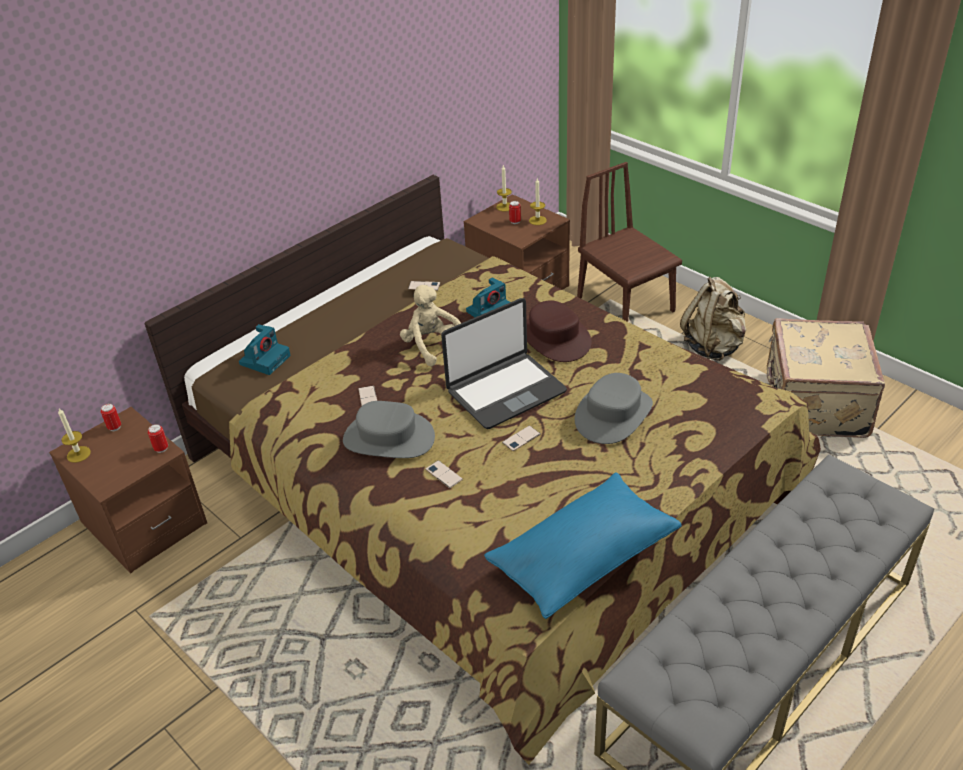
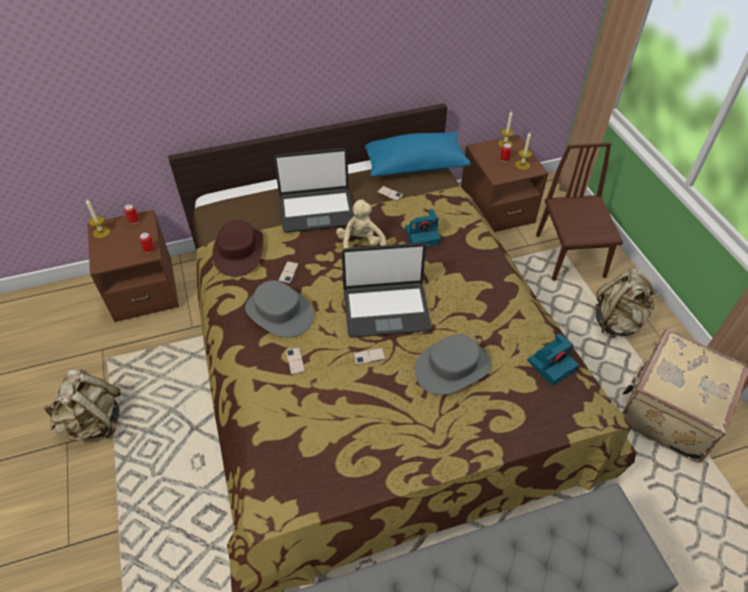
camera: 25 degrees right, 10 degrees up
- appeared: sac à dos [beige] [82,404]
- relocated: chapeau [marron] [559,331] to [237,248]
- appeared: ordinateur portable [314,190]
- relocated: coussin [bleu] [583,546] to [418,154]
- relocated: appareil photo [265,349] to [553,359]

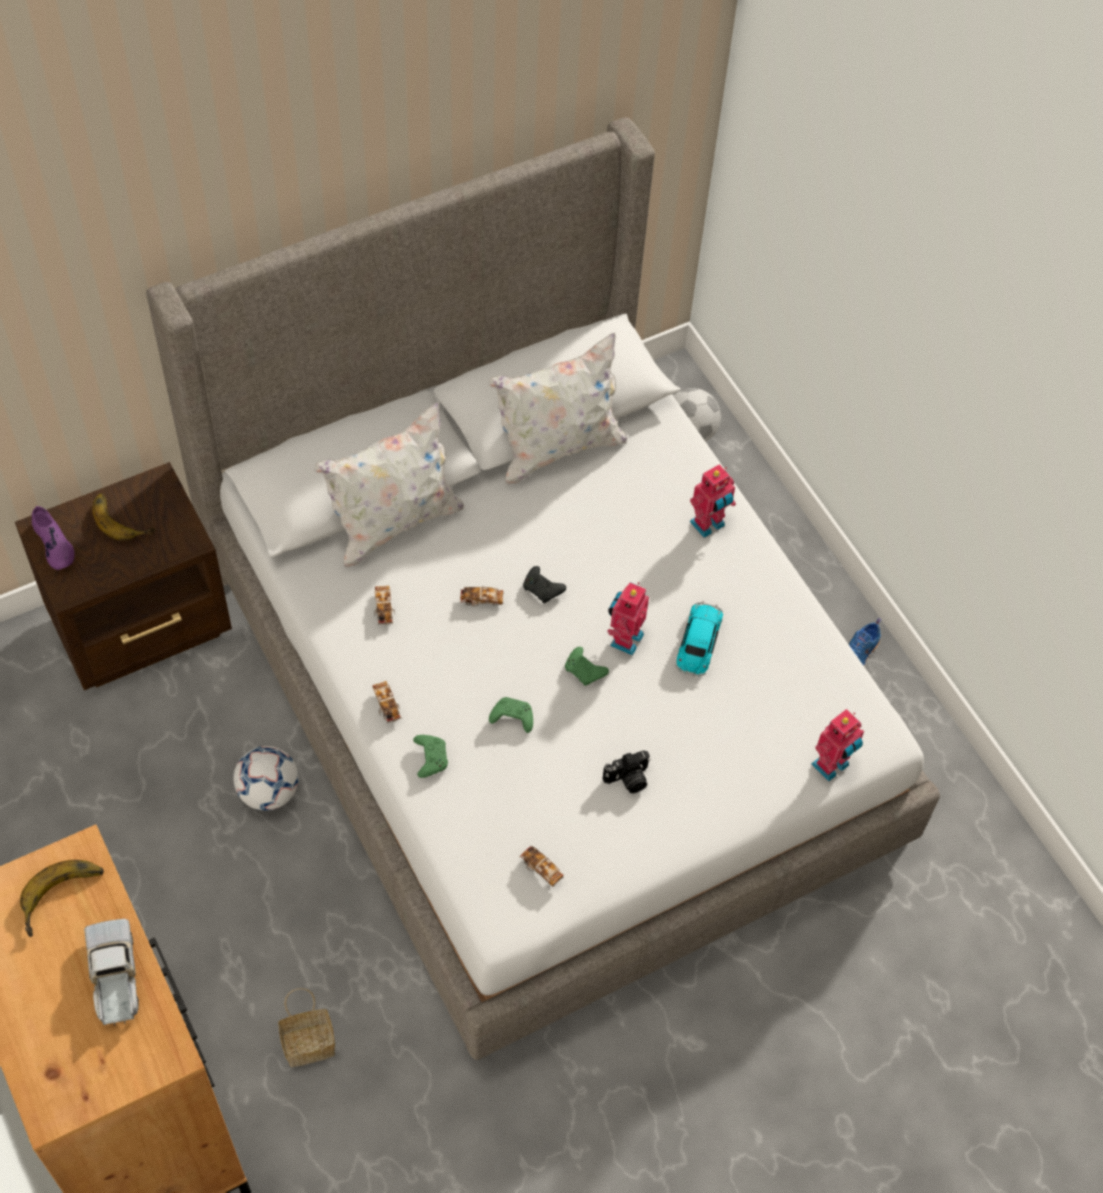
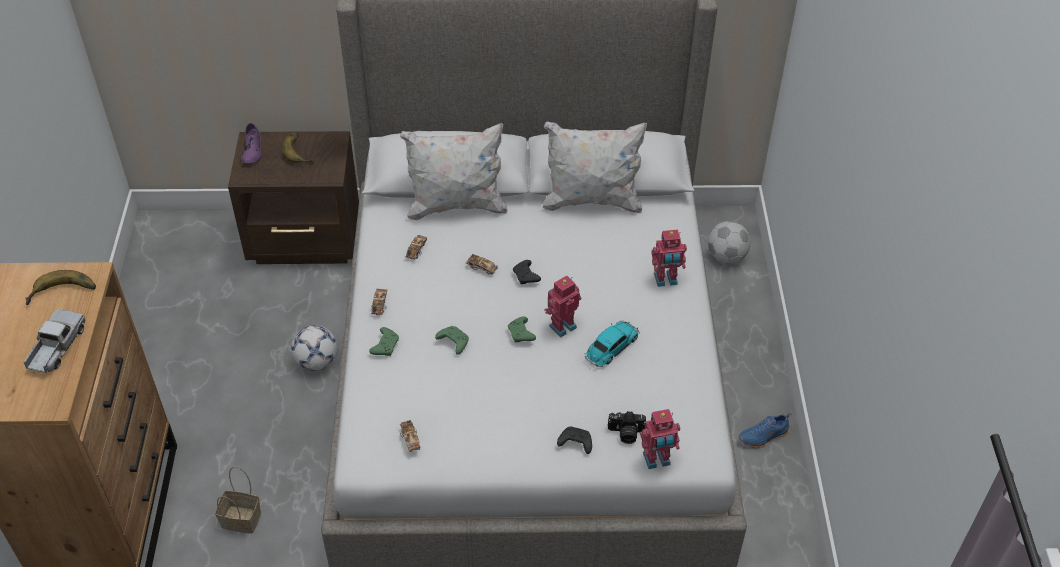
camera: 30 degrees right, 10 degrees down
- appeared: manette [noir] [574,440]
- relocated: appareil photo [626,771] to [627,427]

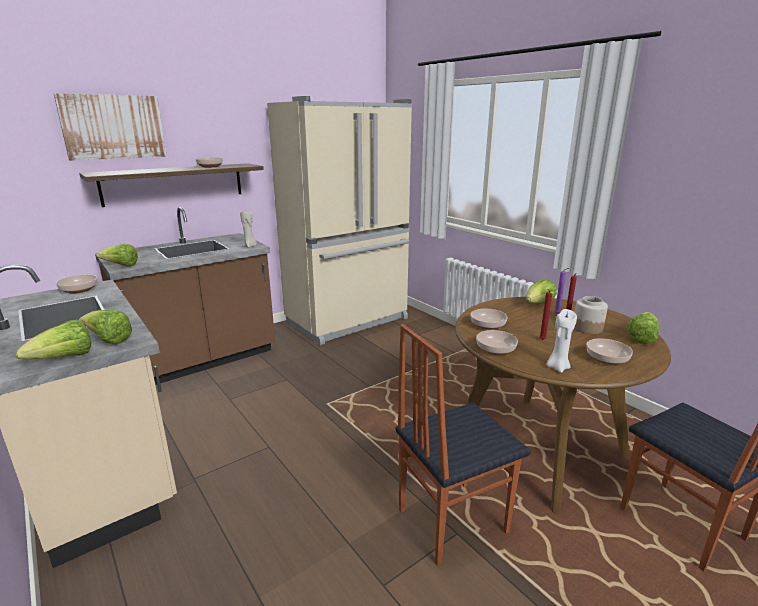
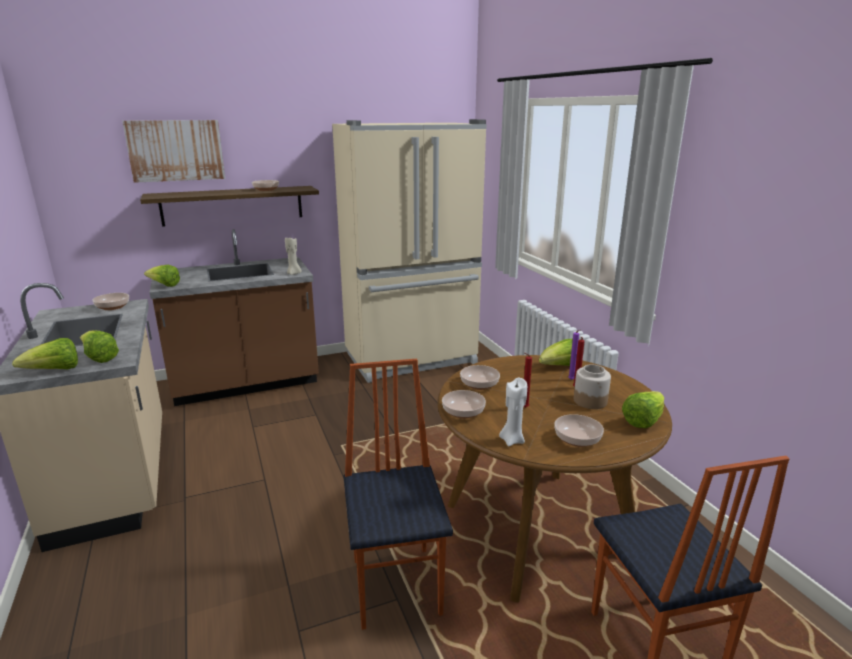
camera: 15 degrees right, 0 degrees up
- spun: chaise [463,445] = [398,494] 90 degrees clockwise

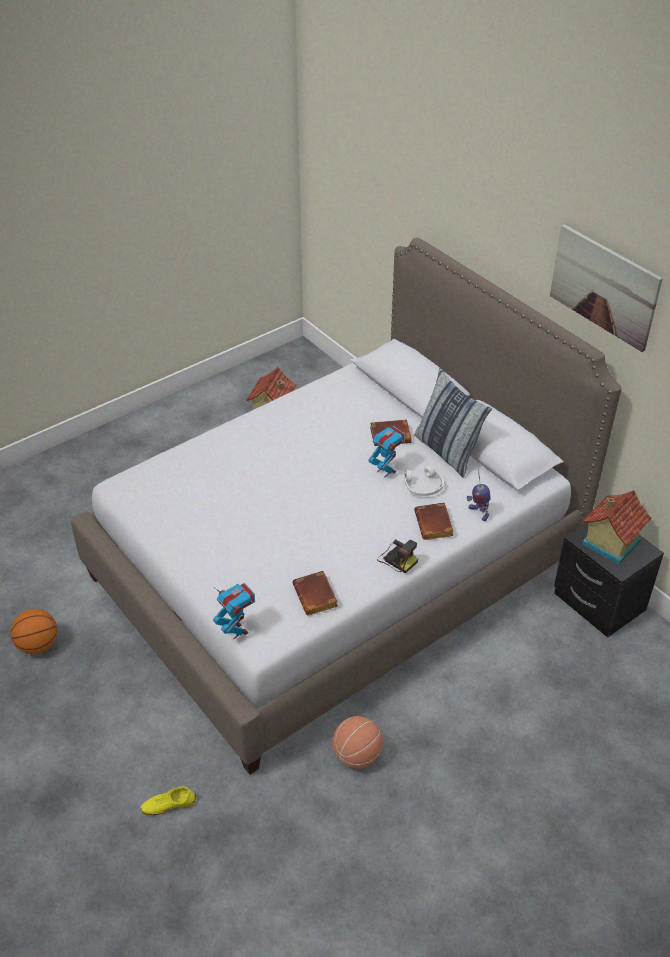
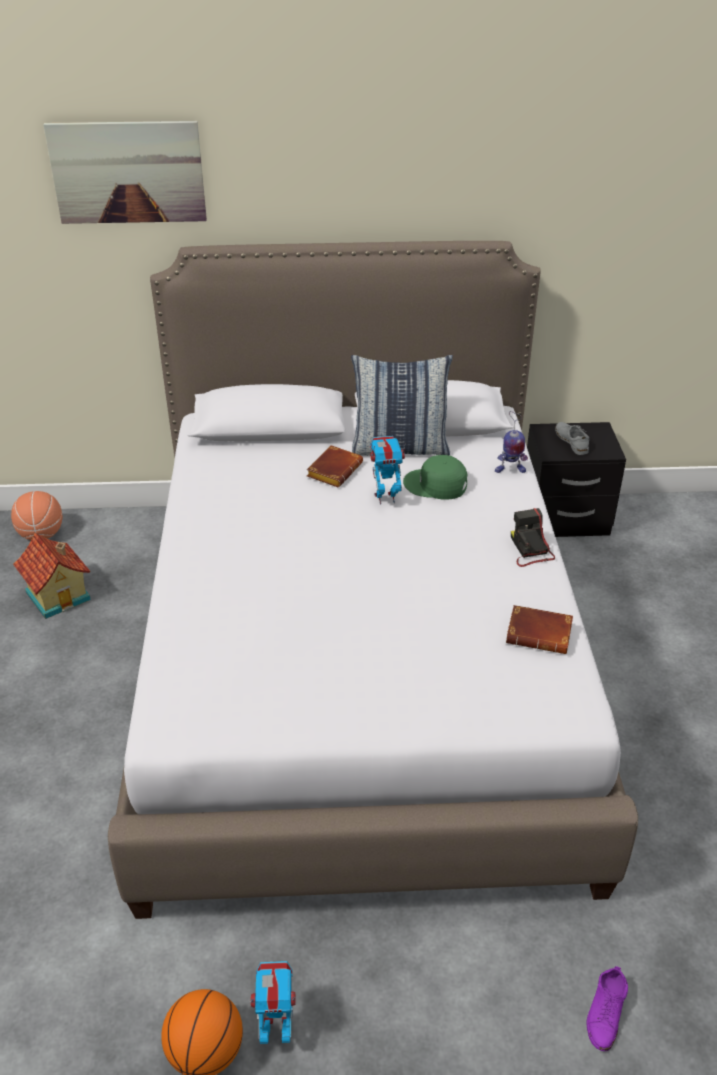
camera: 55 degrees left, 5 degrees down
- relocated: ballon de basket [357,742] to [36,515]
- relocated: tableau [606,288] to [125,172]
- relocated: robot jouet [234,611] to [273,1002]
- exchanged: casque audio [blanc] [424,480] to casquette [vert] [435,477]
- spun: appareil photo [397,556] = [533,537] 90 degrees counterclockwise
- exchanged: maison miniature [617,527] to chaussure [gris] [572,438]
- colour: chaussure [jaune] [169,801] to chaussure [violet] [607,1008]
- missing: livre [marron] [434,521]

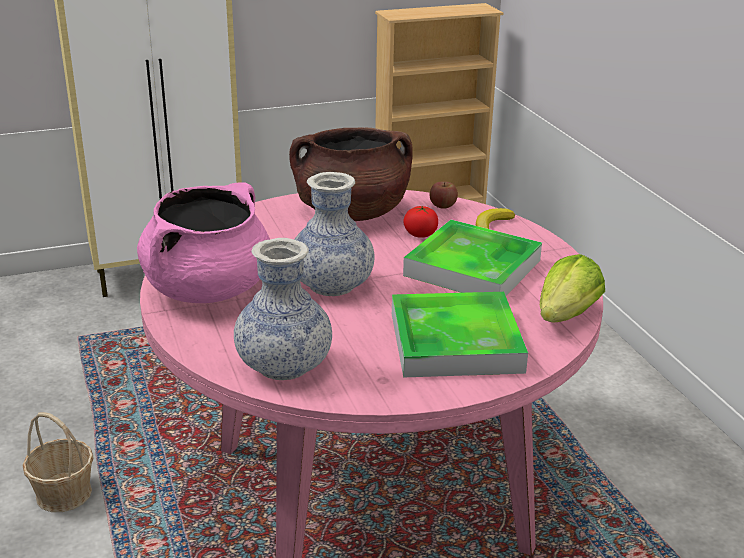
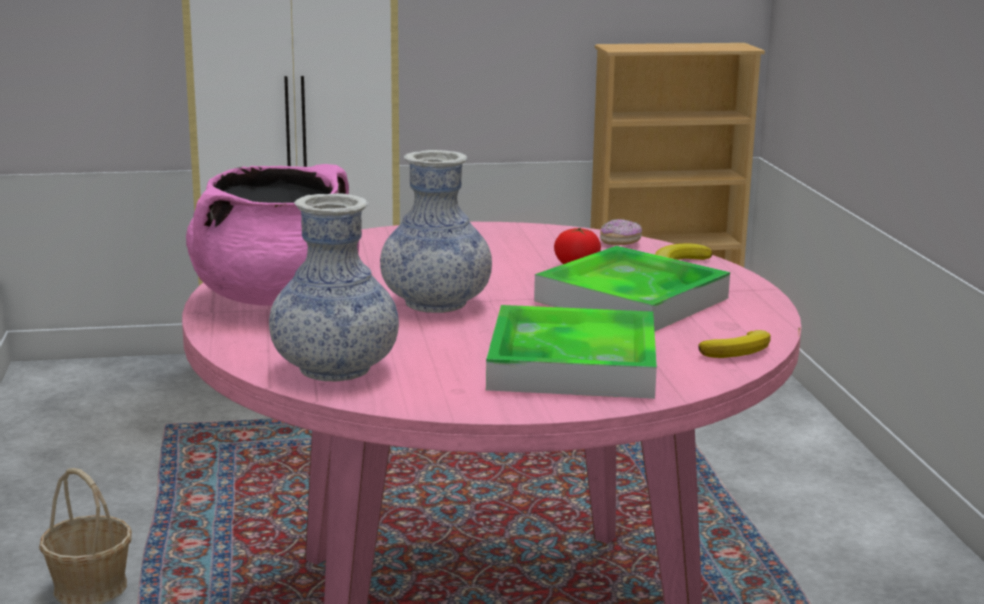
camera: 10 degrees right, 10 degrees down
- exchanged: pomme [444,195] to beignet [621,232]
- exchanged: laitue [572,288] to banane [735,344]
- missing: marmite [marron] [351,174]

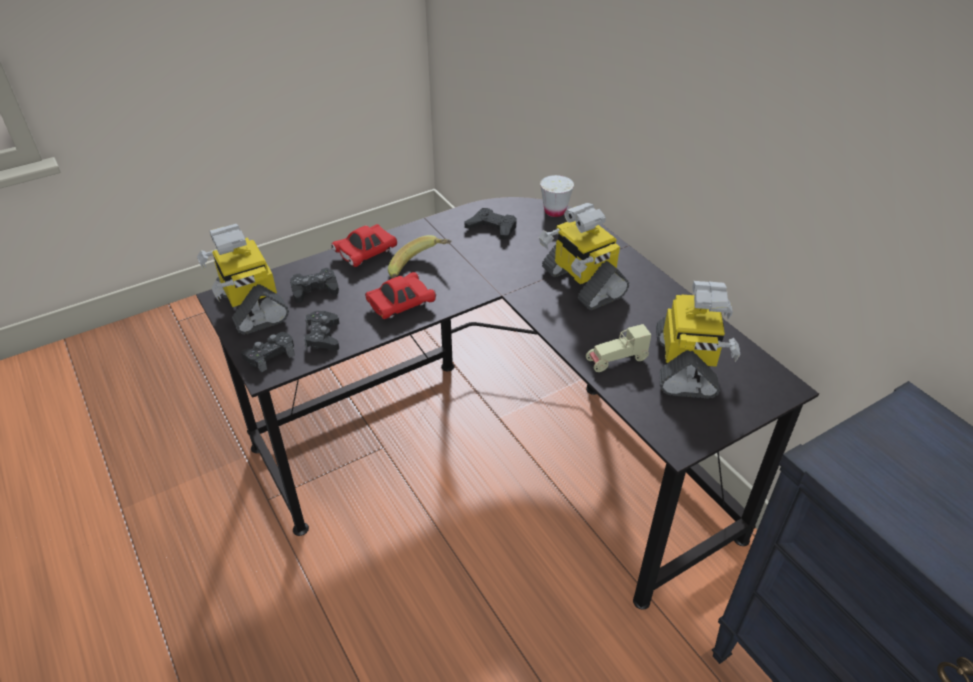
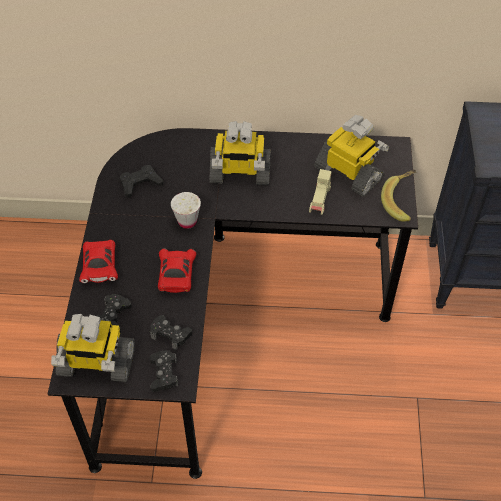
camera: 55 degrees left, 10 degrees up
- relocated: tasse [blanc] [557,196] to [186,210]
- relocated: banane [419,256] to [398,196]

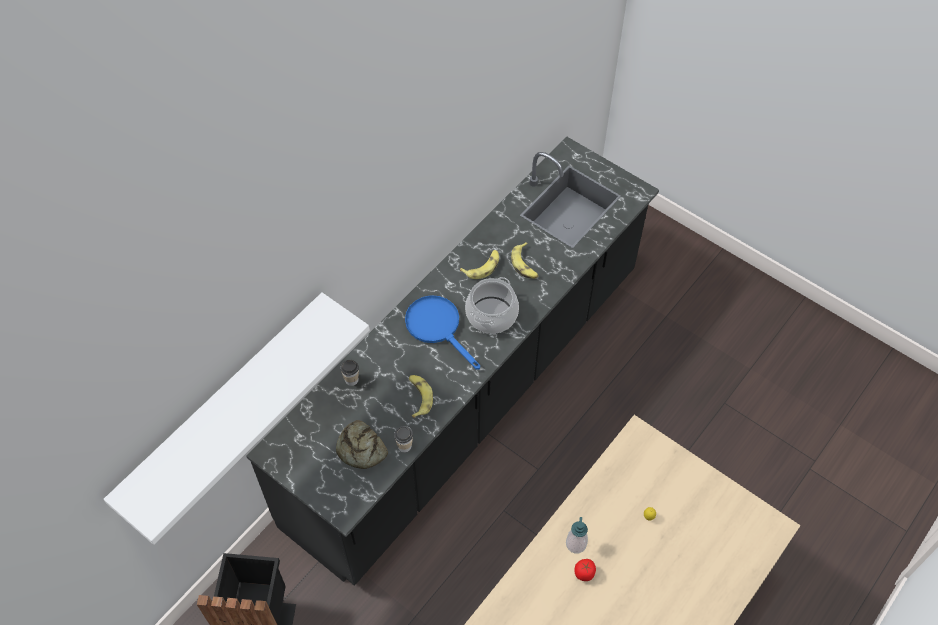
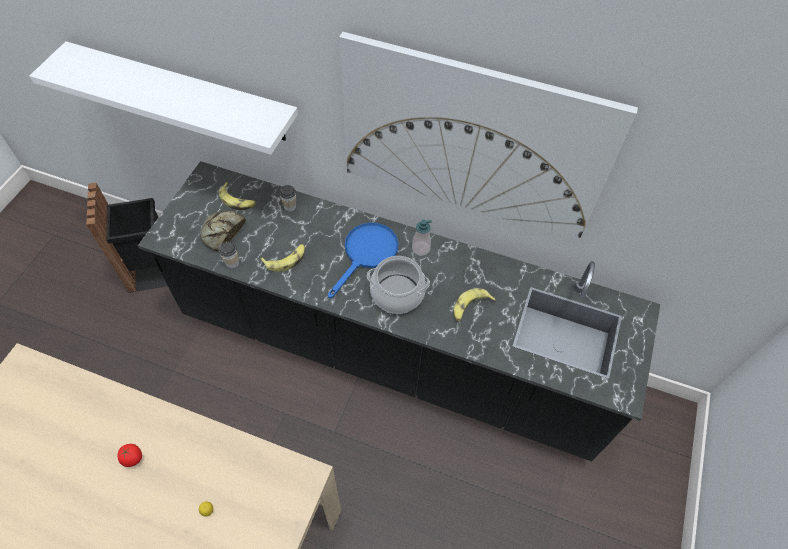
camera: 70 degrees right, 0 degrees up
- relocated: banane [479,264] to [237,196]
- appeared: tableau [488,136]
- relocated: distributeur de savon [577,535] to [422,238]

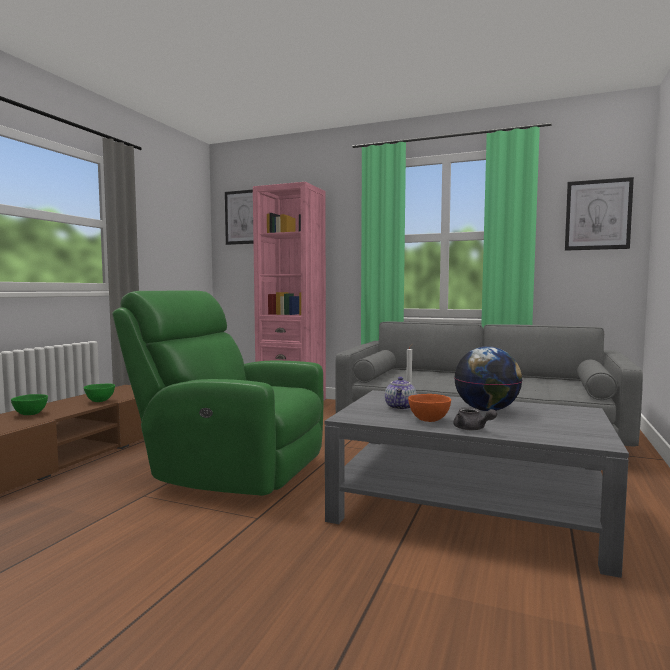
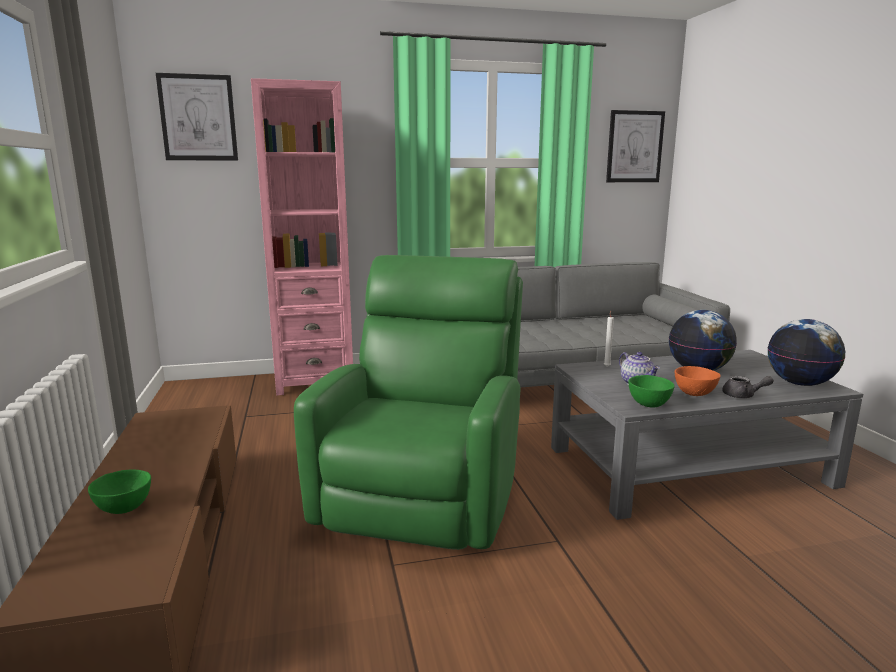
camera: 35 degrees left, 10 degrees up
- spun: fauteuil [vert] [217,393] = [408,402] 120 degrees clockwise
- relocated: bol [vert] [99,392] to [651,391]
- appeared: globe [806,352]

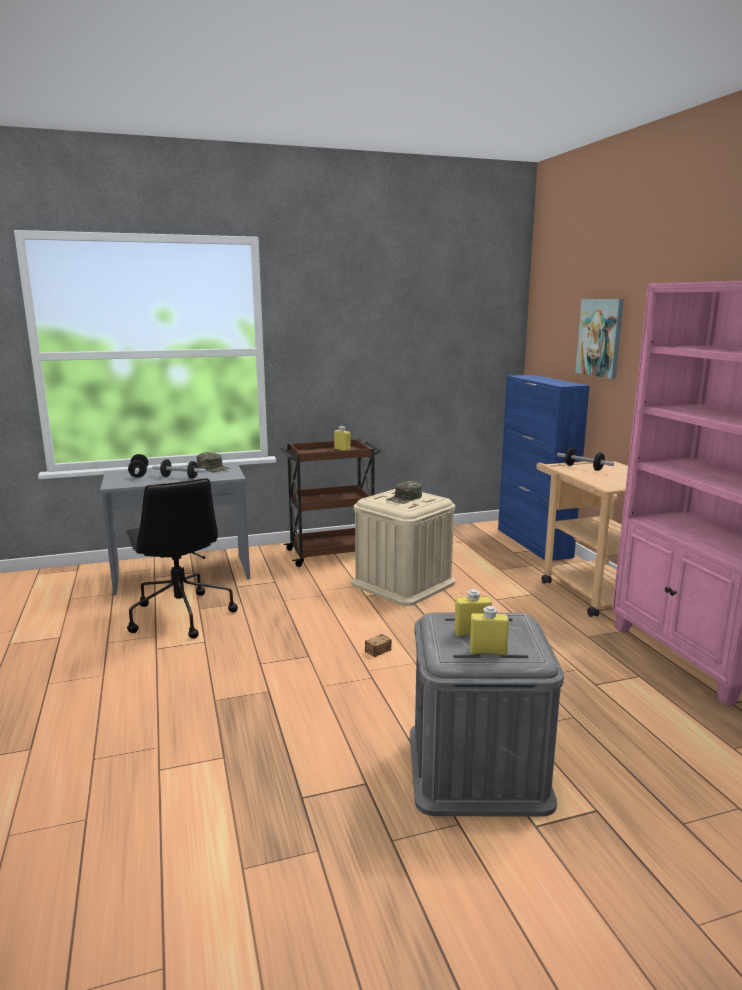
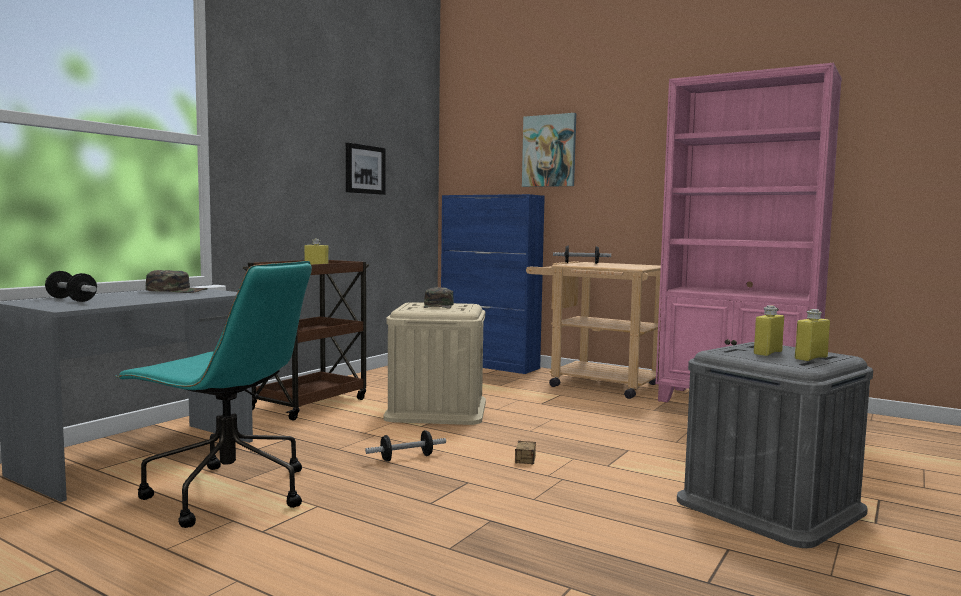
camera: 40 degrees left, 10 degrees down
- colour: chaise de bureau [noir] [182,558] to chaise de bureau [turquoise] [214,394]
- appeared: tableau [366,169]
- relocated: haltère [179,469] to [405,446]

